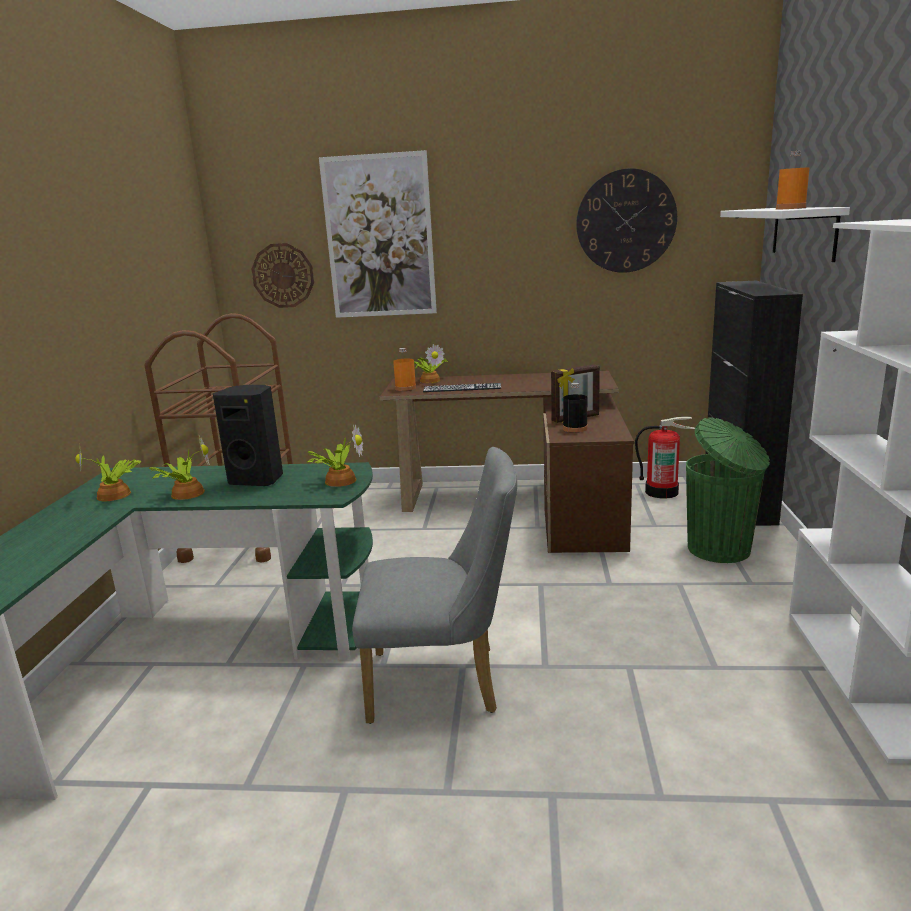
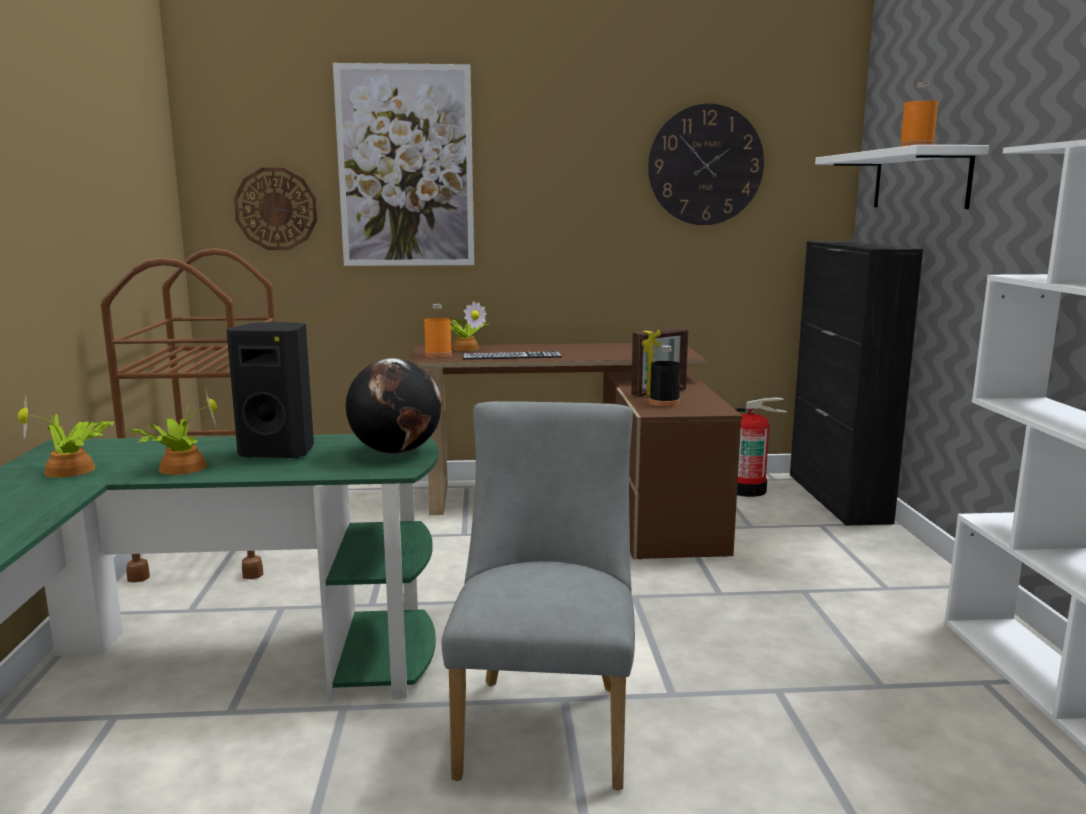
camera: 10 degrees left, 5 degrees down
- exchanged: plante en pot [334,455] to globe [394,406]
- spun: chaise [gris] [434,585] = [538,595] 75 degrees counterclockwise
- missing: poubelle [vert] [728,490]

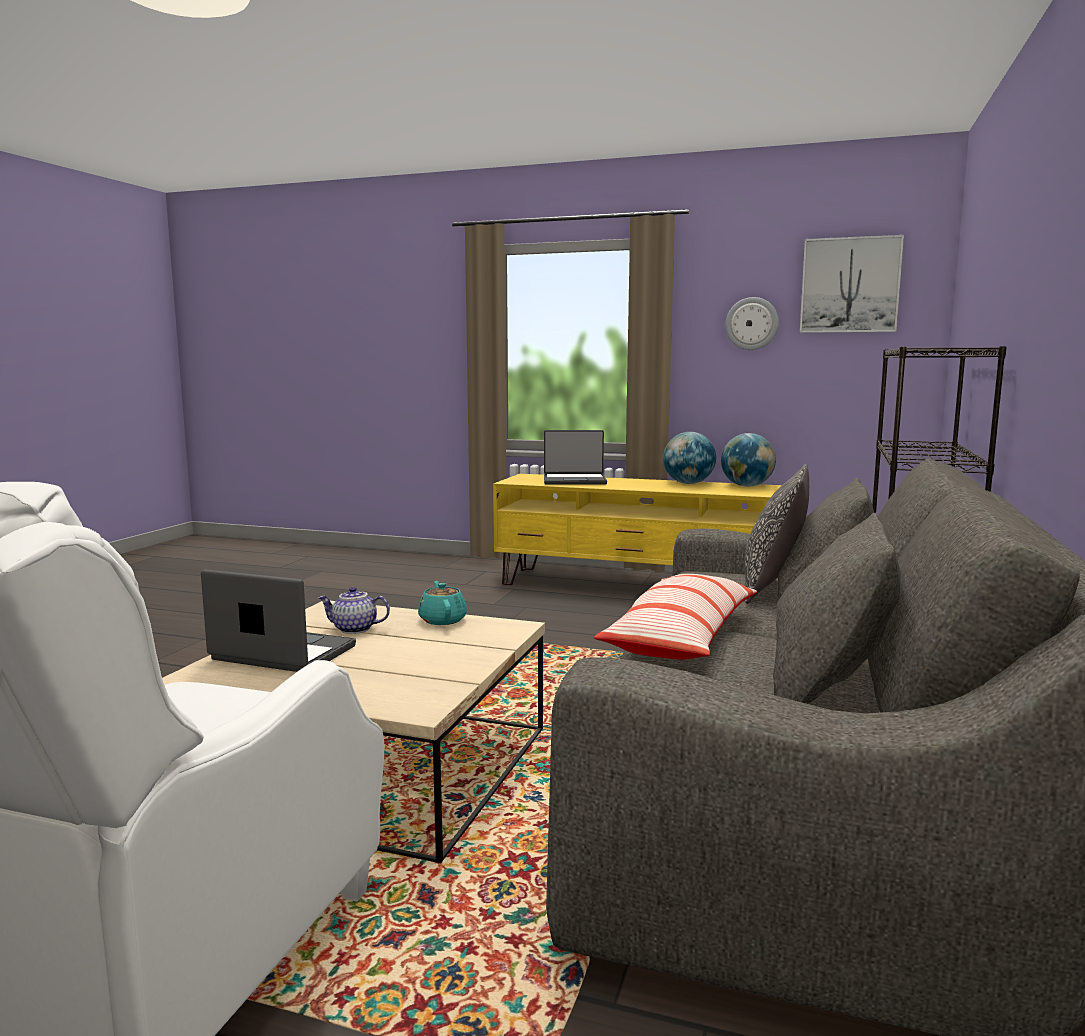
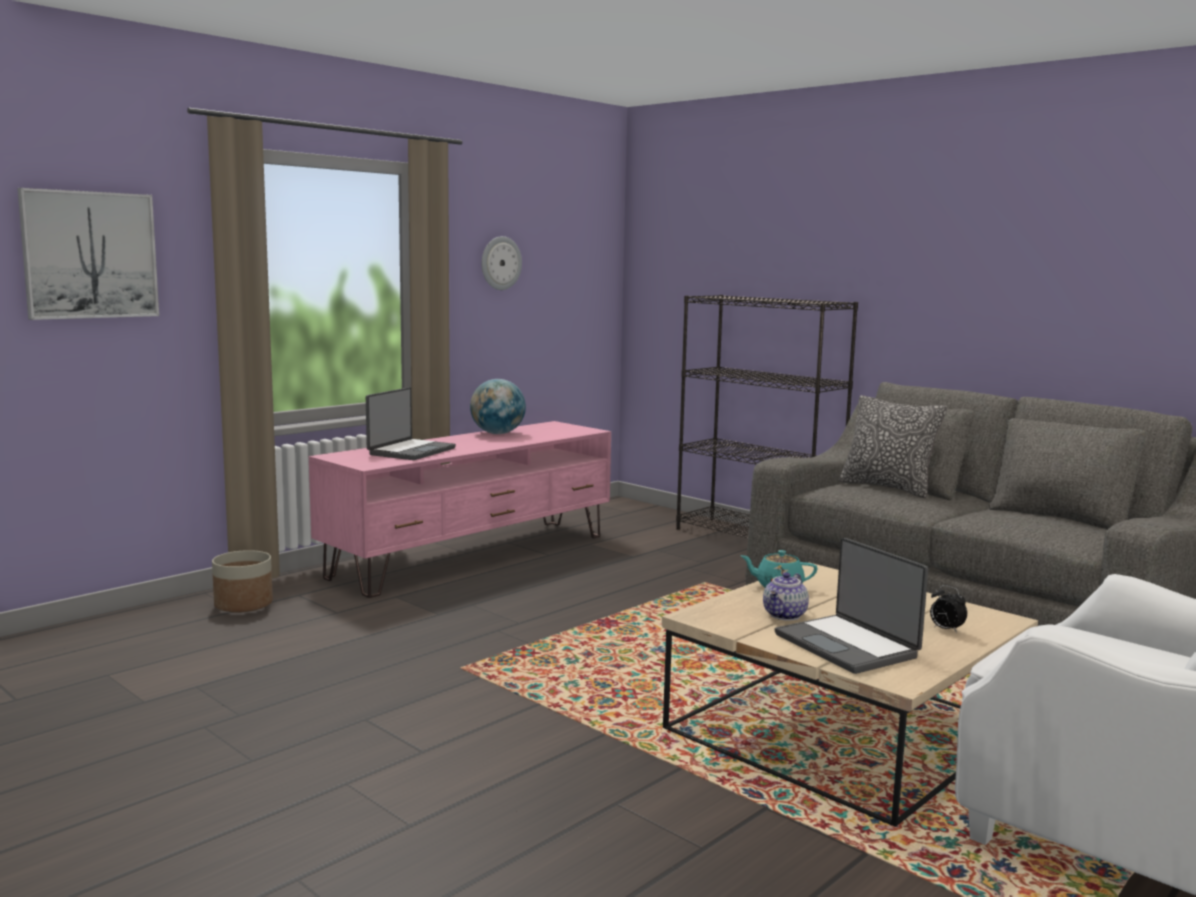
camera: 65 degrees left, 0 degrees up
- relocated: tableau [852,284] to [88,254]
- appeared: cache-pot [242,581]
- colour: meuble télé [jaune] [637,529] to meuble télé [rose] [460,509]
- spun: ordinateur portable [278,621] = [851,606] 75 degrees counterclockwise
- appeared: réveil [948,609]
- missing: coussin [675,617]
- missing: globe [748,460]

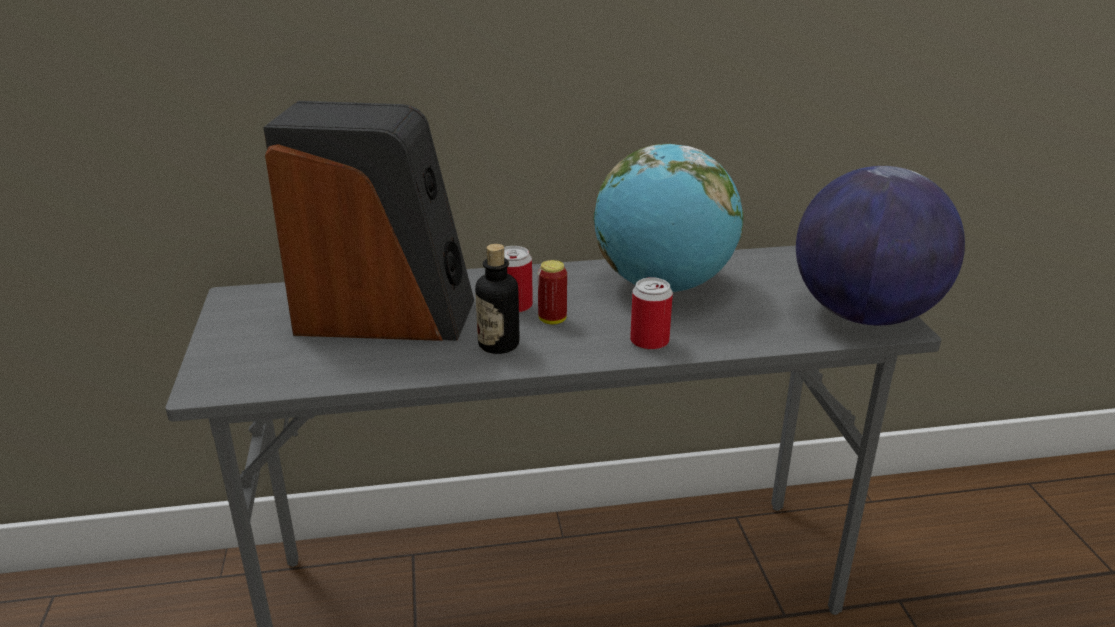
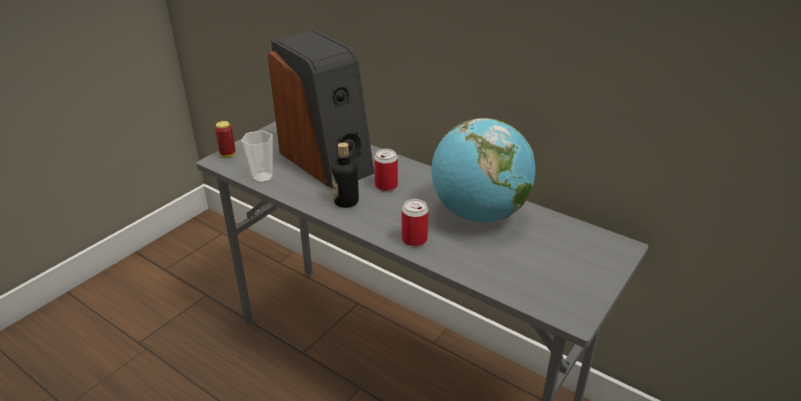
camera: 45 degrees right, 5 degrees up
- relocated: boîte métallique [552,292] to [225,139]
- appeared: tasse [257,156]
- missing: globe [880,246]

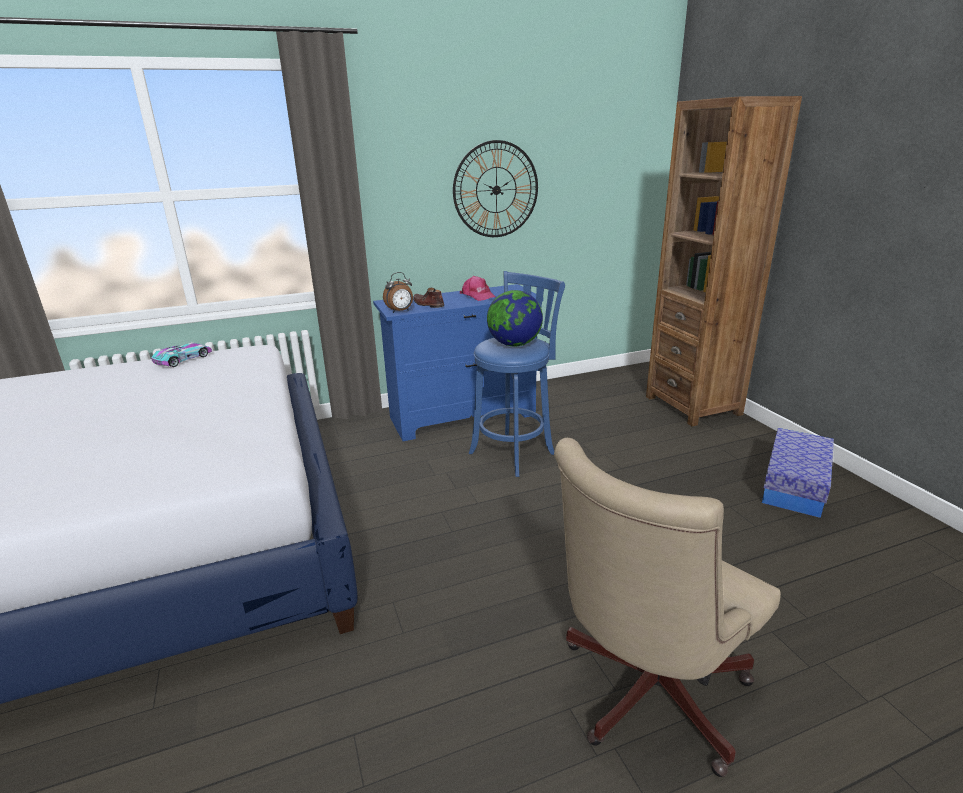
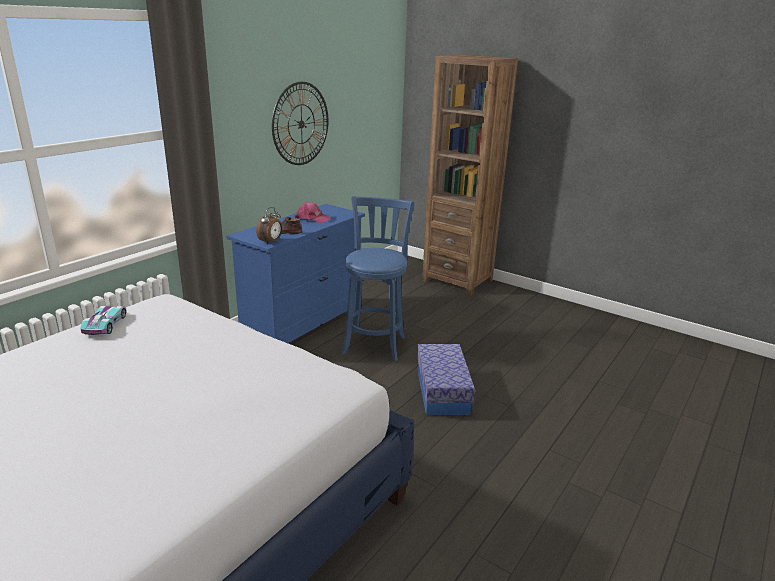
camera: 35 degrees left, 0 degrees up
- relocated: boîte de rangement [798,473] to [446,379]
- missing: globe [515,318]
- missing: chaise de bureau [beige] [667,607]

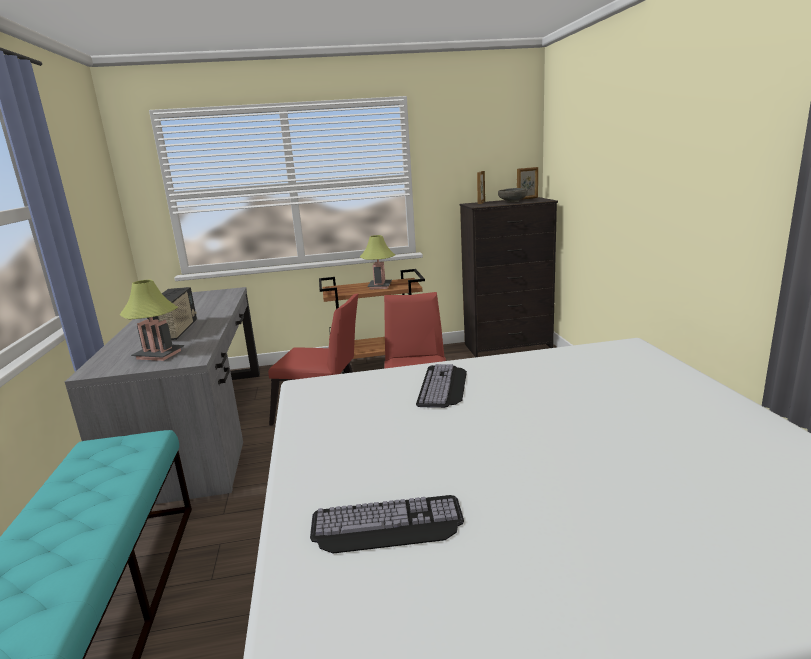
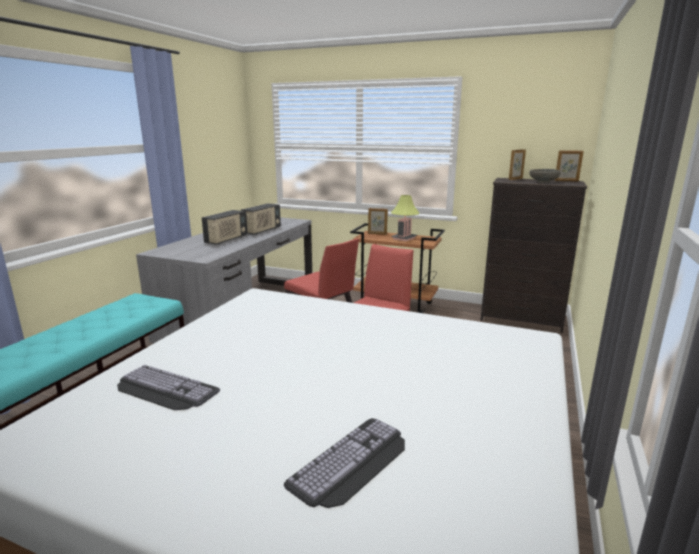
camera: 30 degrees right, 0 degrees up
- appeared: radio [261,219]
- relocated: clavier [441,386] to [344,463]
- appeared: cadre photo [378,221]
- missing: lampe de table [152,320]

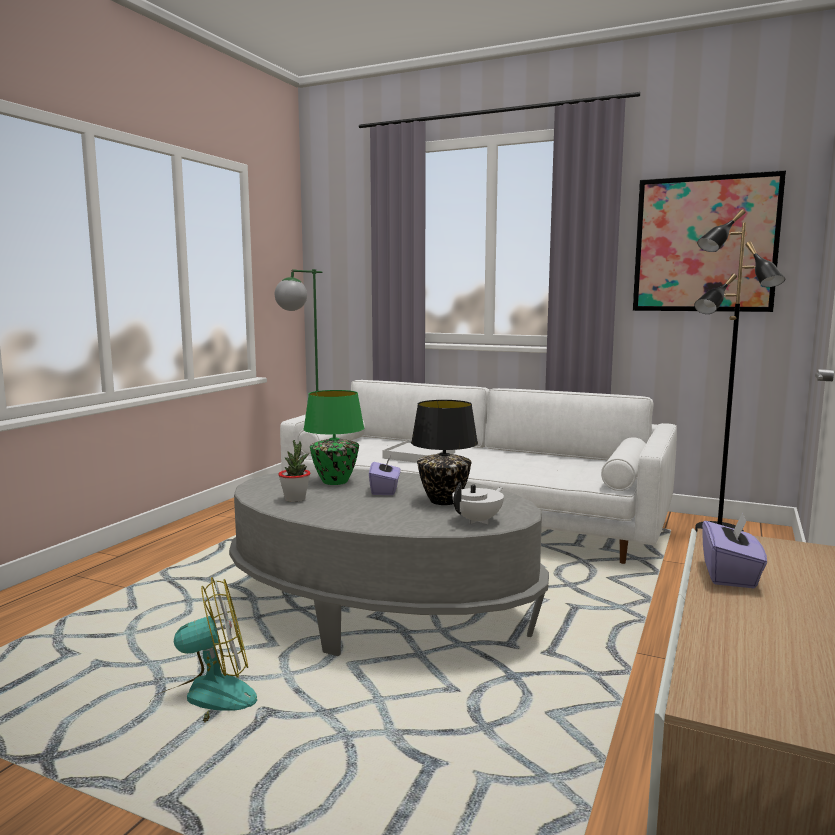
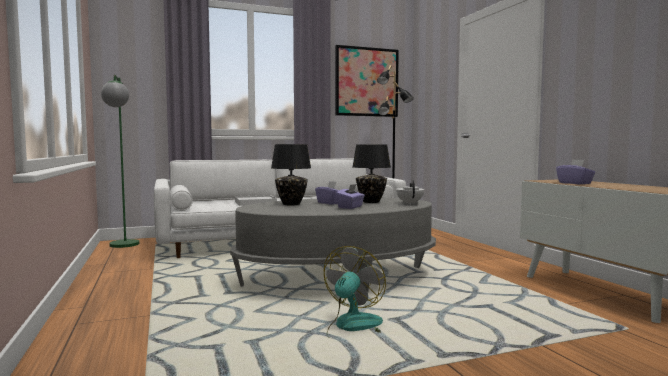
camera: 45 degrees left, 5 degrees down
- colour: lampe de table [vert] [333,437] to lampe de table [noir] [291,174]
- appeared: boîte à mouchoirs [violet] [350,196]
- missing: plante en pot [294,471]

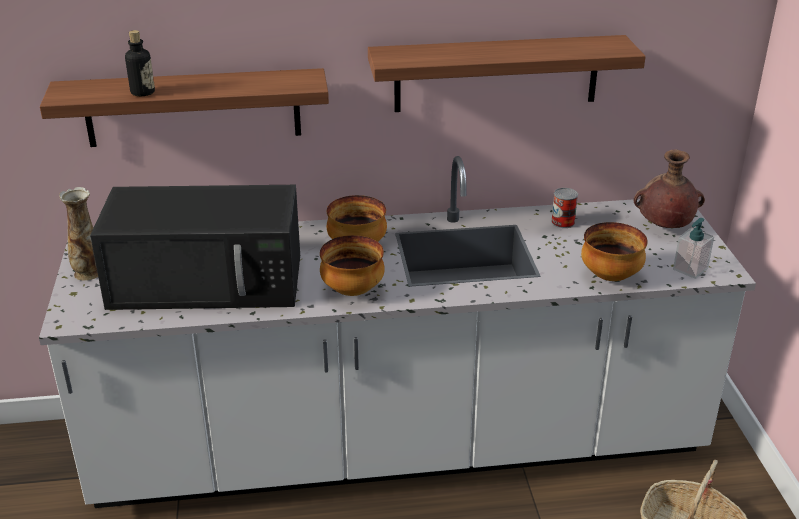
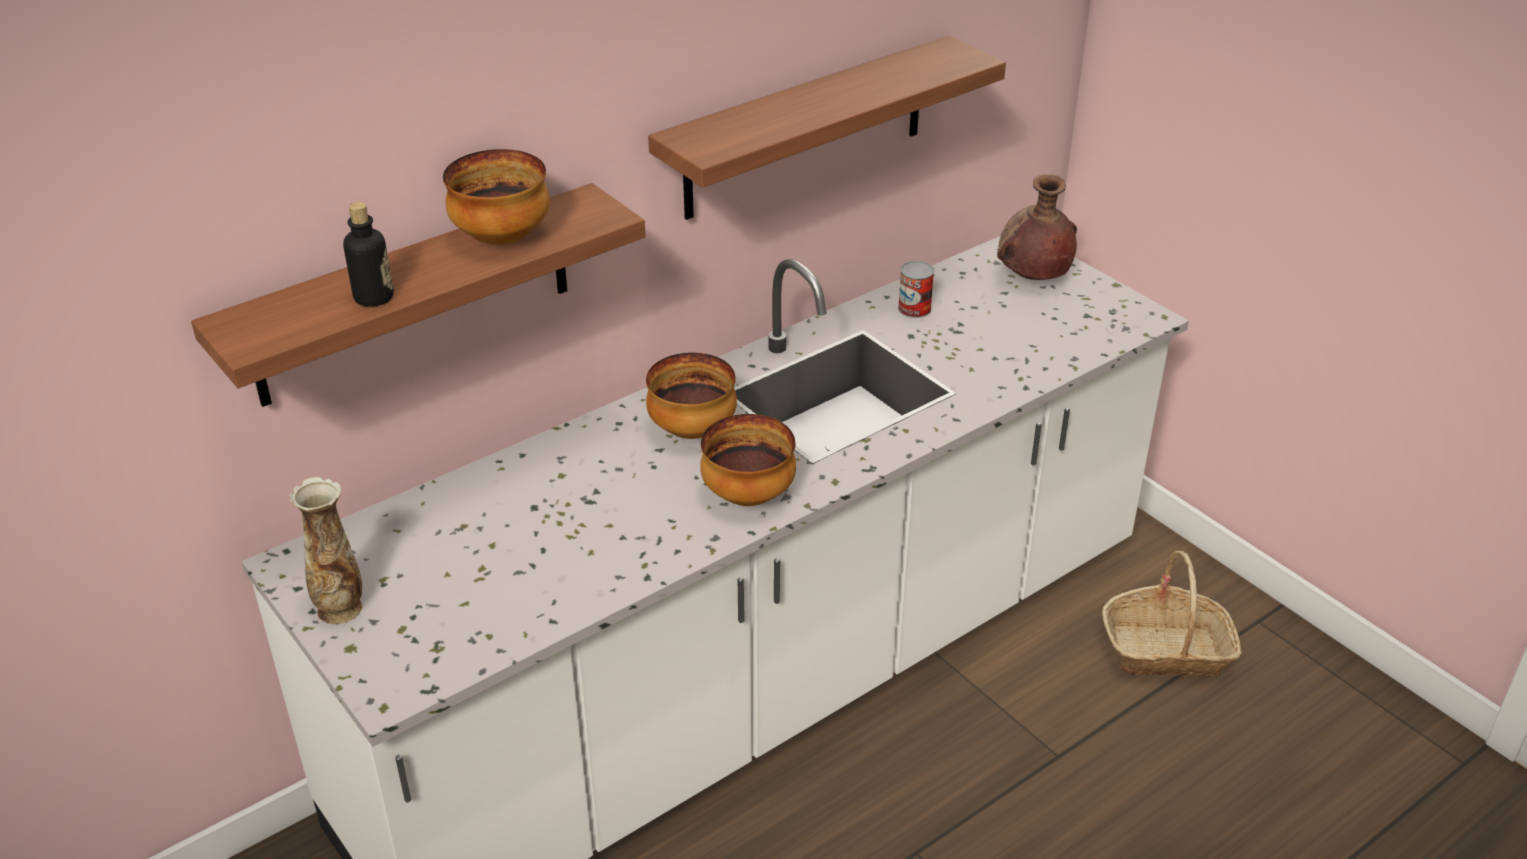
camera: 30 degrees left, 5 degrees up
- relocated: bol [614,251] to [496,197]
- missing: micro-ondes [noir] [195,247]
- missing: distributeur de savon [693,248]

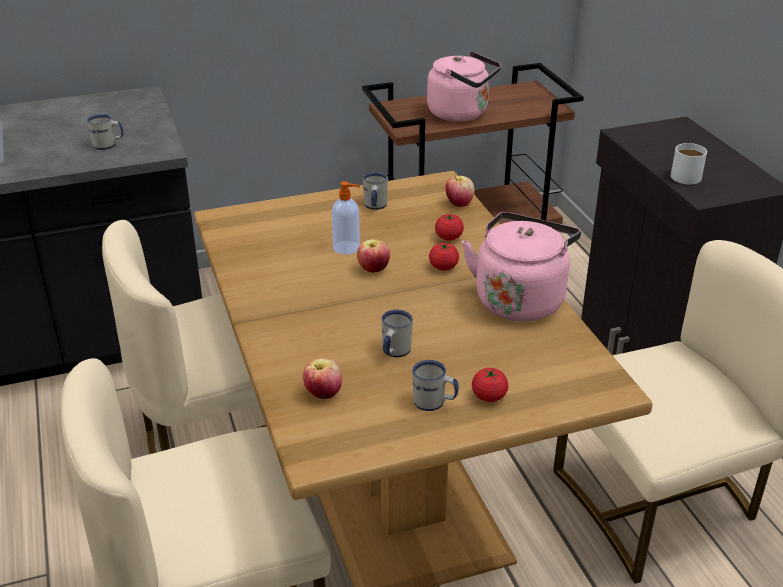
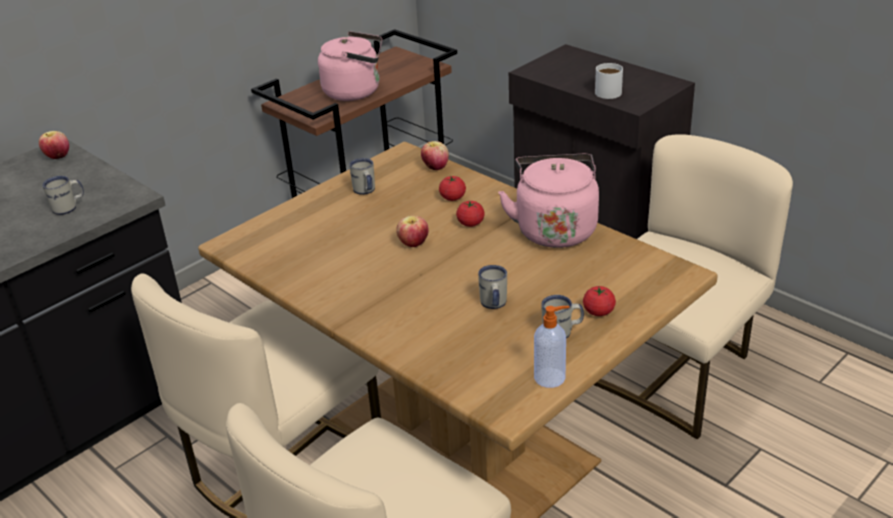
camera: 25 degrees left, 0 degrees up
- relocated: pomme [322,378] to [54,145]
- relocated: distributeur de savon [346,218] to [551,347]

